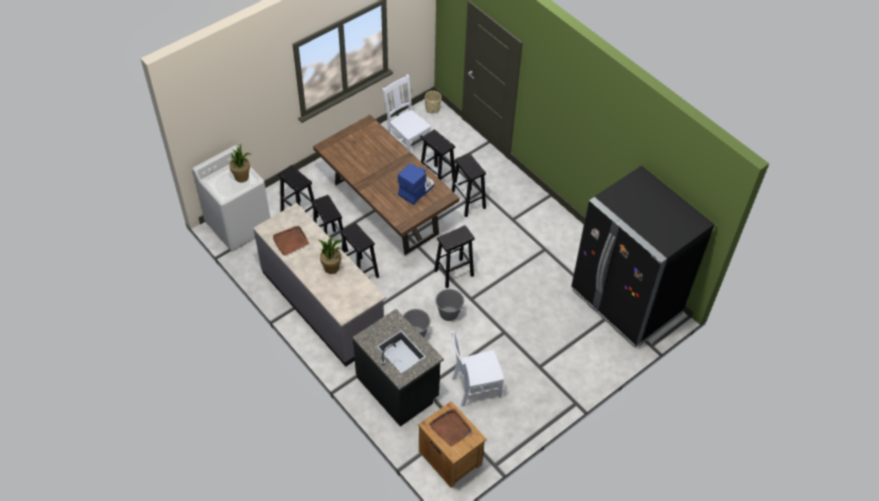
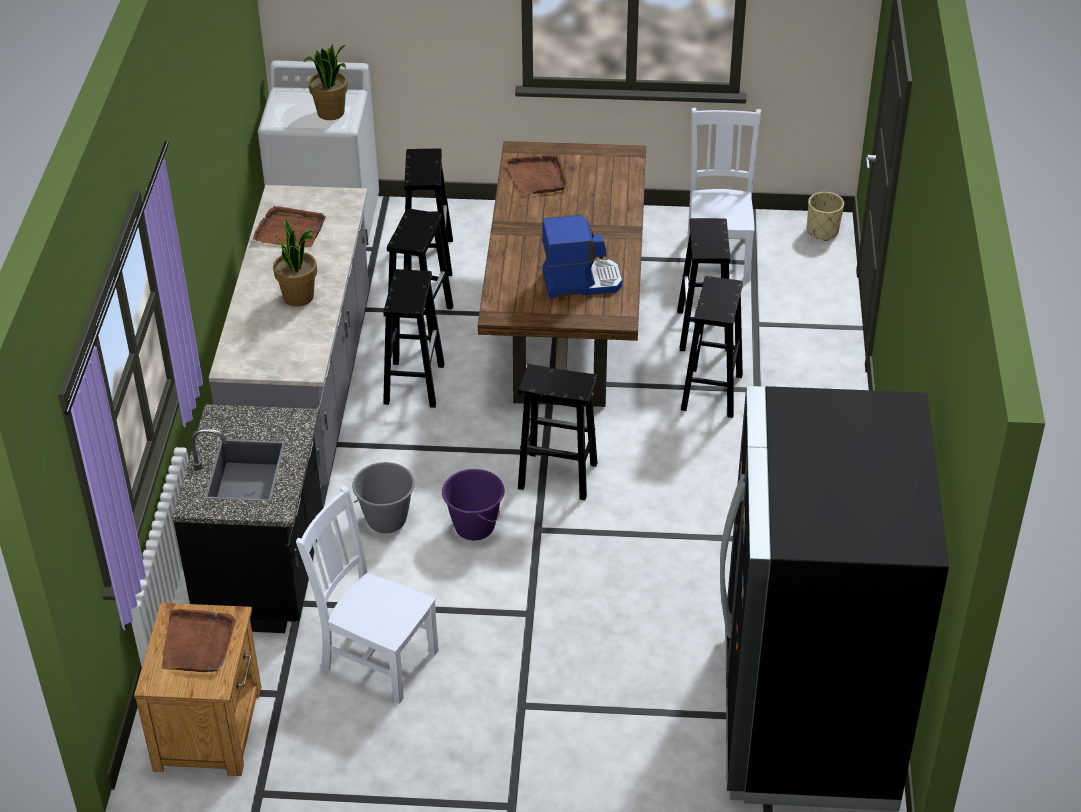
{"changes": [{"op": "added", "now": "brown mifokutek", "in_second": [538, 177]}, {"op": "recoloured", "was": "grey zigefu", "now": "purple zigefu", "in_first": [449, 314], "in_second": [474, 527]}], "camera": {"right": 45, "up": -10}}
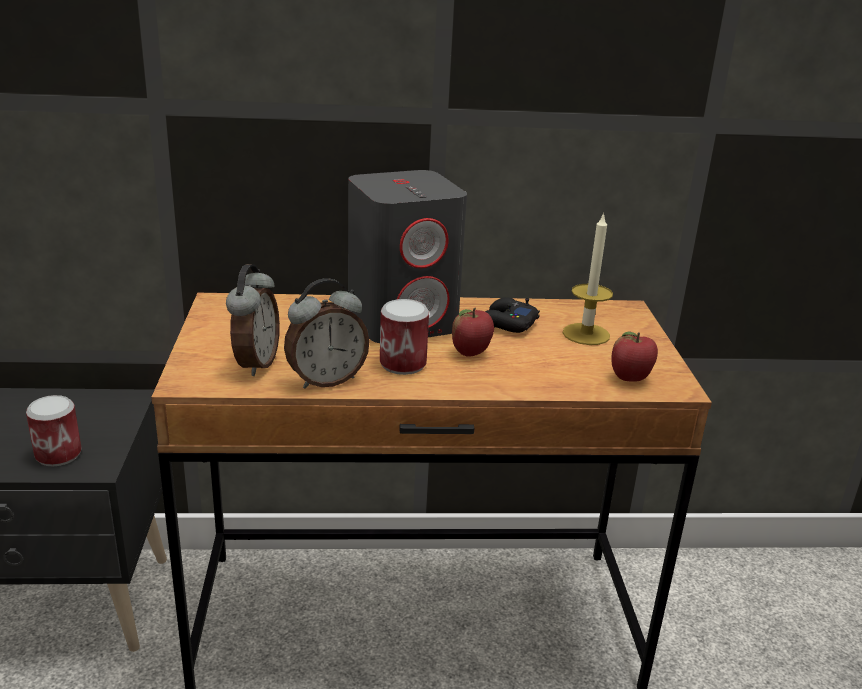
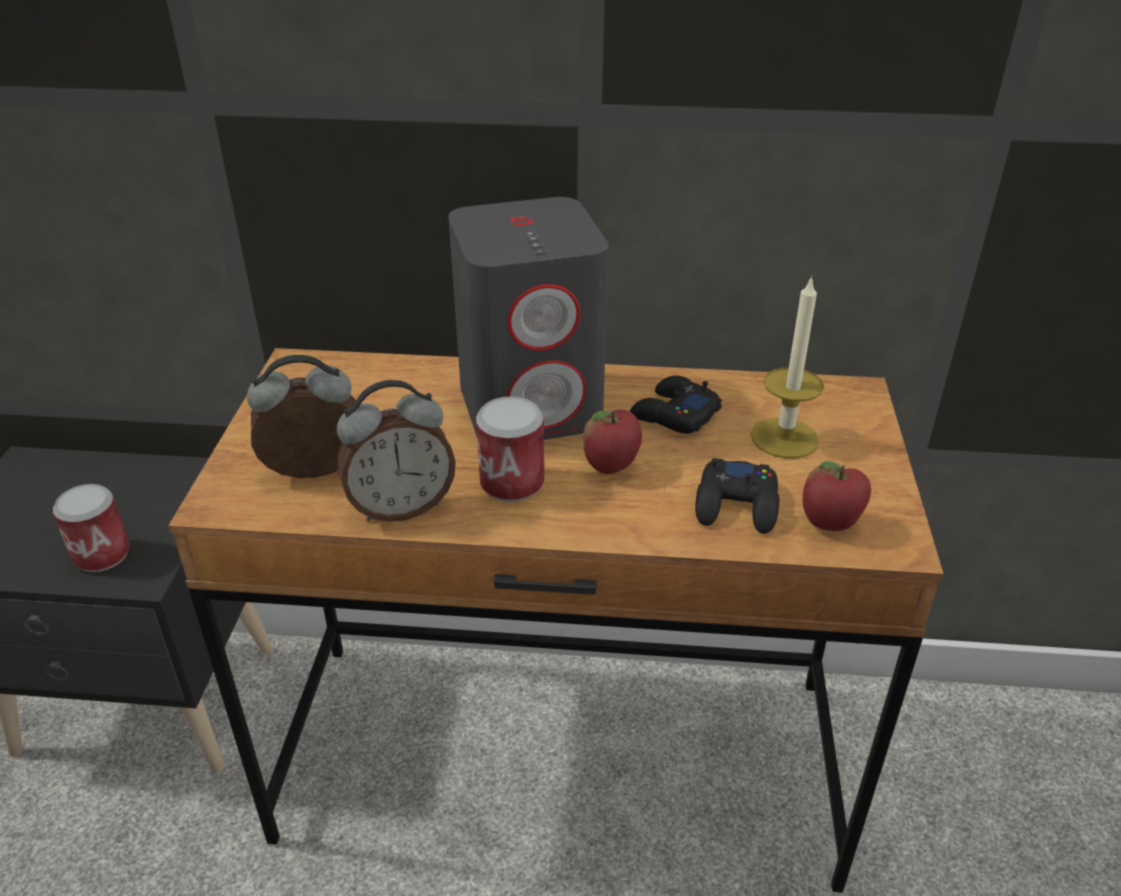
{"changes": [{"op": "added", "now": "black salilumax", "in_second": [737, 505]}, {"op": "turned", "was": "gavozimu", "in_first": [255, 363], "in_second": [315, 474], "clockwise": -120}], "camera": {"right": 10, "up": 10}}
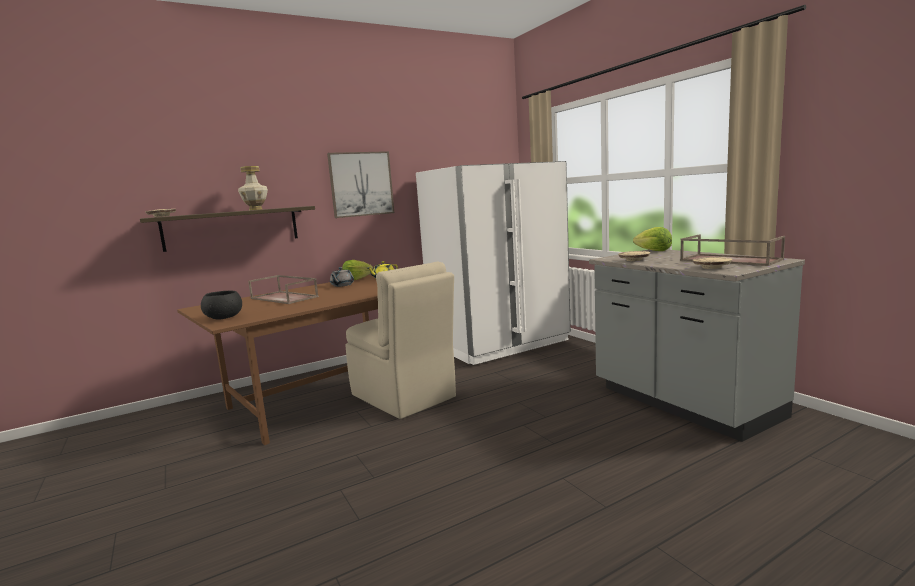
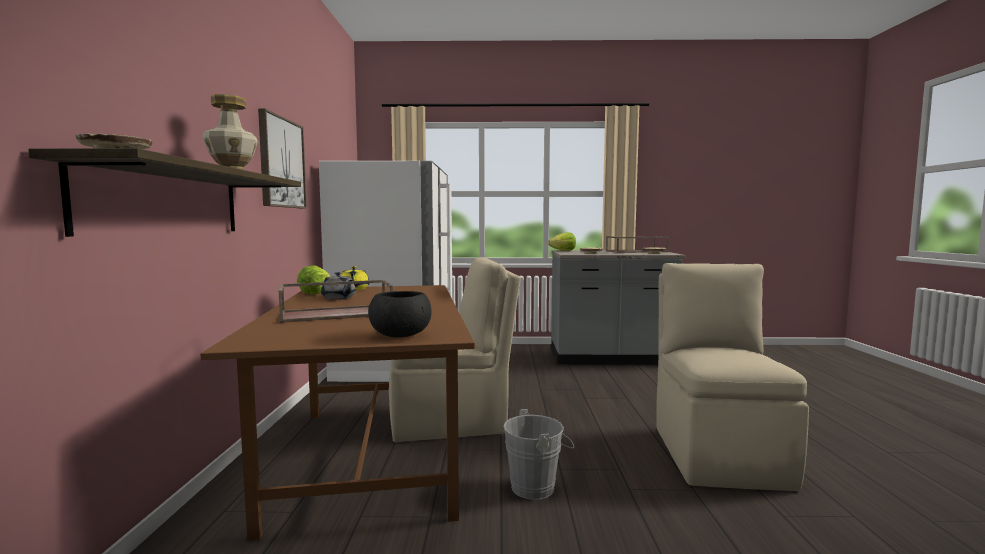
{"changes": [{"op": "added", "now": "grey zigefu", "in_second": [537, 487]}, {"op": "added", "now": "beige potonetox", "in_second": [718, 454]}], "camera": {"right": -60, "up": -5}}
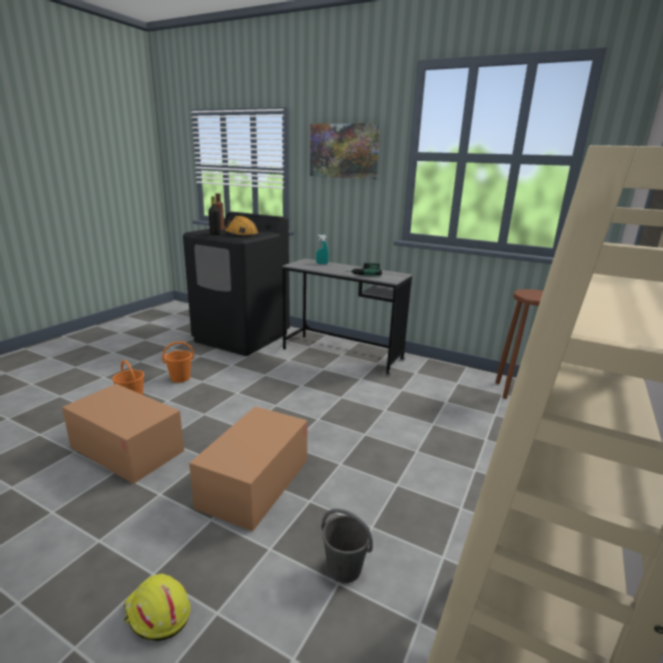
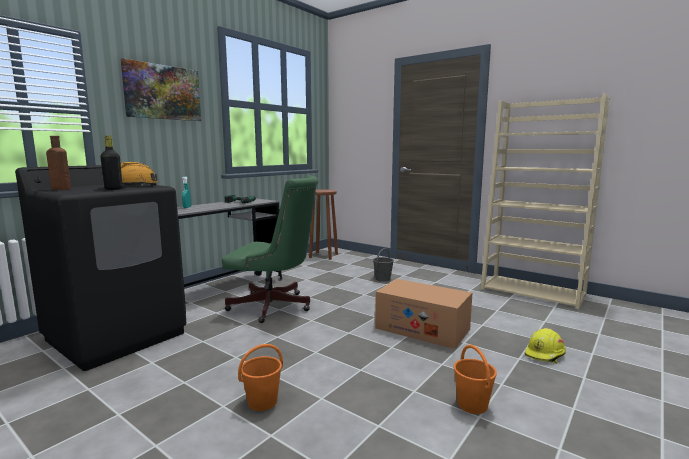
{"changes": [{"op": "removed", "was": "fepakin", "in_first": [127, 449]}, {"op": "added", "now": "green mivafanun", "in_second": [275, 307]}, {"op": "moved", "was": "orange zigefu", "in_first": [180, 378], "in_second": [472, 405]}, {"op": "moved", "was": "grey zigefu", "in_first": [343, 568], "in_second": [382, 279]}], "camera": {"right": -80, "up": -10}}
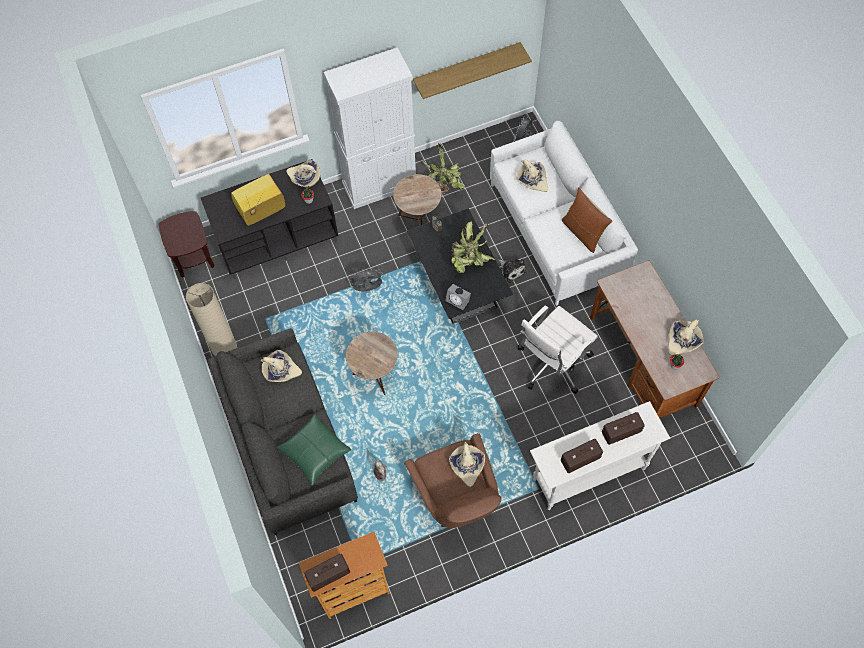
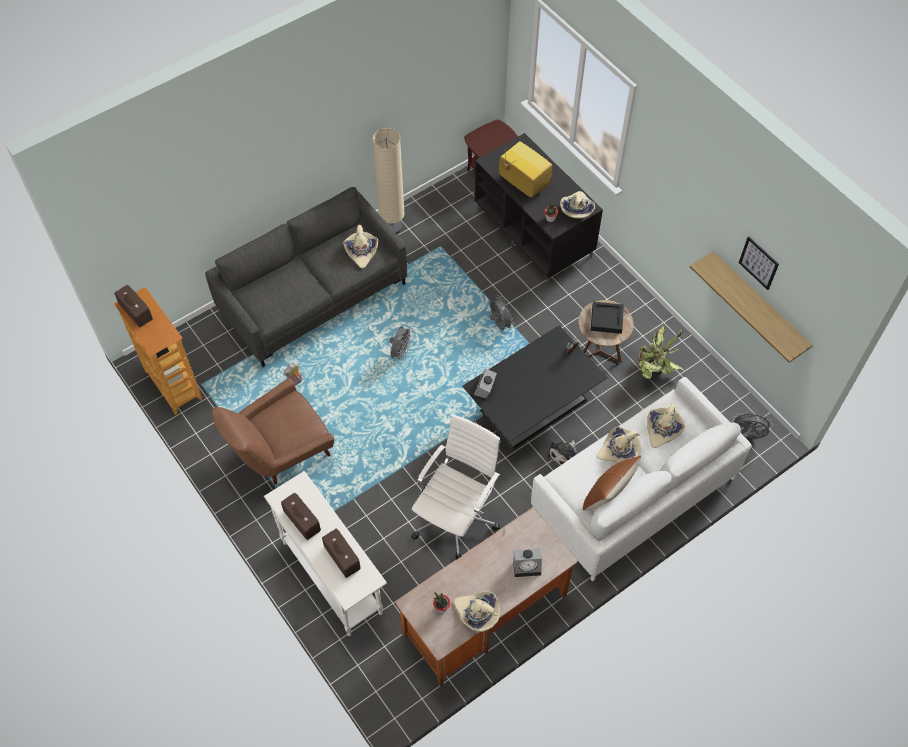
{"changes": [{"op": "removed", "was": "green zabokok", "in_first": [314, 451]}, {"op": "removed", "was": "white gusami", "in_first": [380, 184]}, {"op": "removed", "was": "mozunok", "in_first": [469, 261]}, {"op": "added", "now": "gavozimu", "in_second": [527, 566]}, {"op": "added", "now": "black mifokutek", "in_second": [606, 319]}, {"op": "added", "now": "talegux", "in_second": [758, 263]}, {"op": "moved", "was": "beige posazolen", "in_first": [467, 465], "in_second": [619, 450]}, {"op": "replaced", "was": "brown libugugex", "now": "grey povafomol", "in_first": [375, 375], "in_second": [401, 352]}, {"op": "turned", "was": "white mivafanun", "in_first": [552, 364], "in_second": [456, 517], "clockwise": 90}], "camera": {"right": 75, "up": -5}}
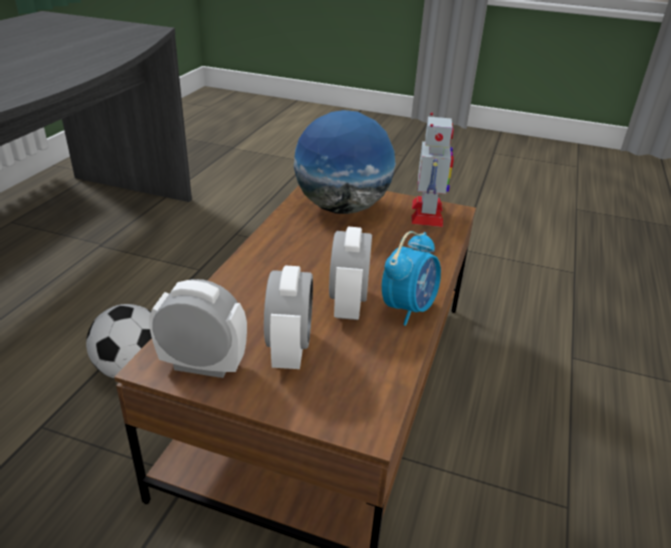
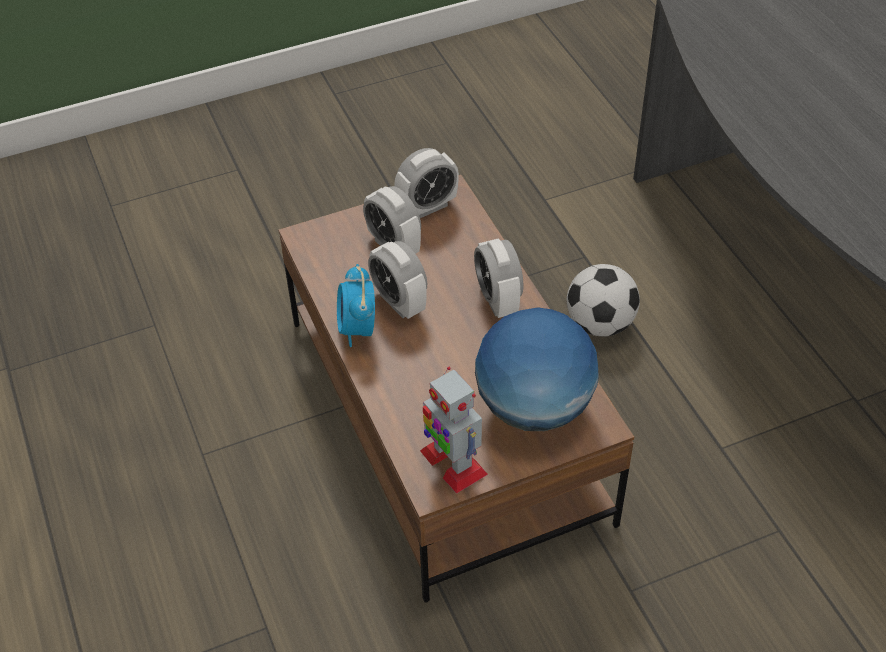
{"changes": [{"op": "added", "now": "gavozimu", "in_second": [497, 300]}], "camera": {"right": 140, "up": 15}}
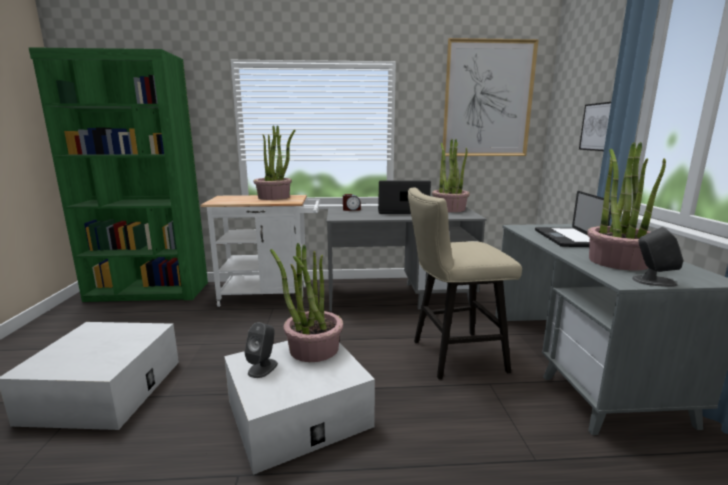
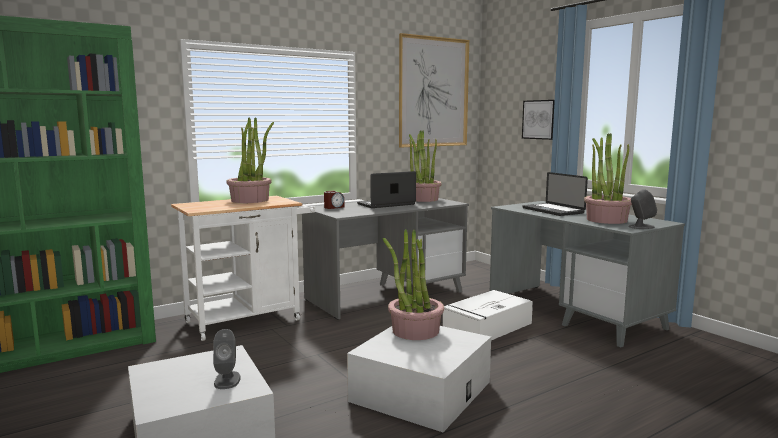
{"changes": [{"op": "moved", "was": "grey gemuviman", "in_first": [263, 368], "in_second": [227, 380]}, {"op": "replaced", "was": "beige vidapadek", "now": "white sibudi", "in_first": [451, 356], "in_second": [486, 327]}], "camera": {"right": -30, "up": -5}}
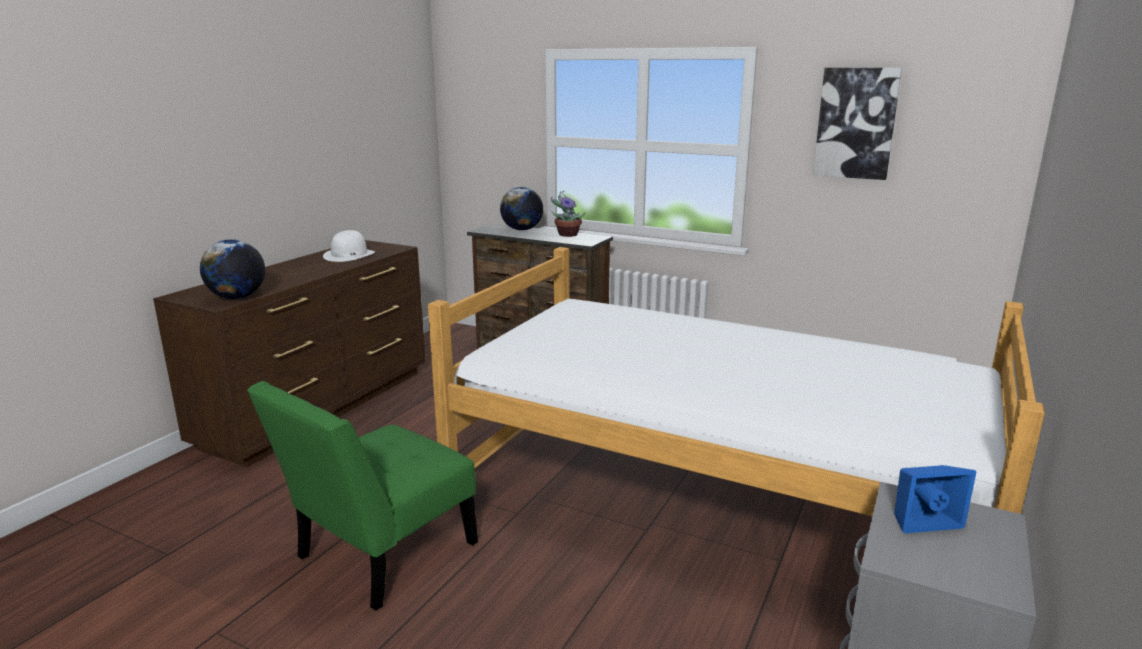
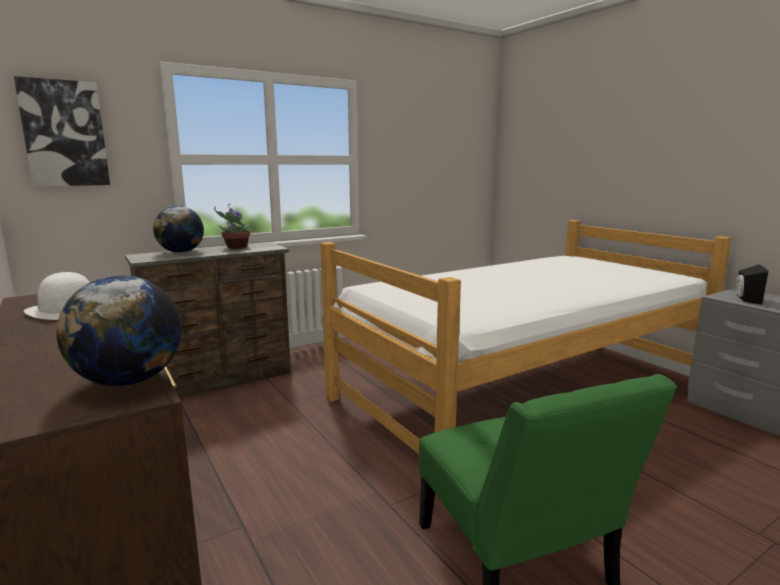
{"changes": [{"op": "moved", "was": "talegux", "in_first": [856, 123], "in_second": [64, 134]}, {"op": "recoloured", "was": "blue gemuviman", "now": "black gemuviman", "in_first": [922, 520], "in_second": [746, 299]}], "camera": {"right": -60, "up": -5}}
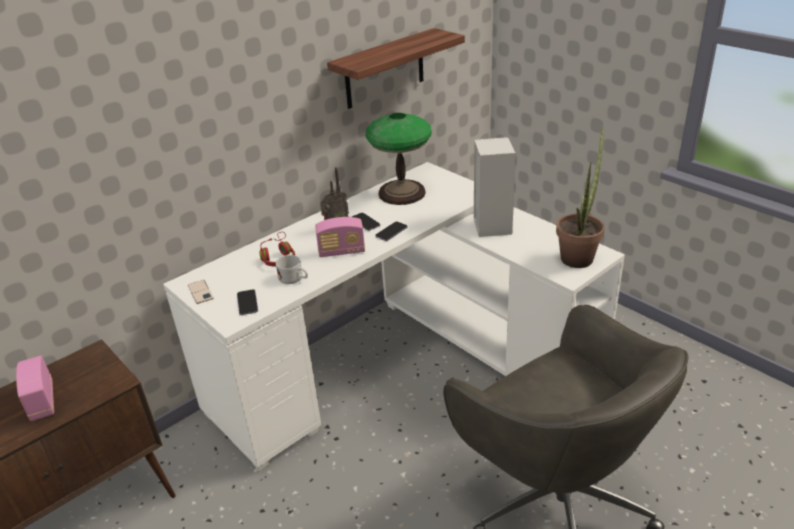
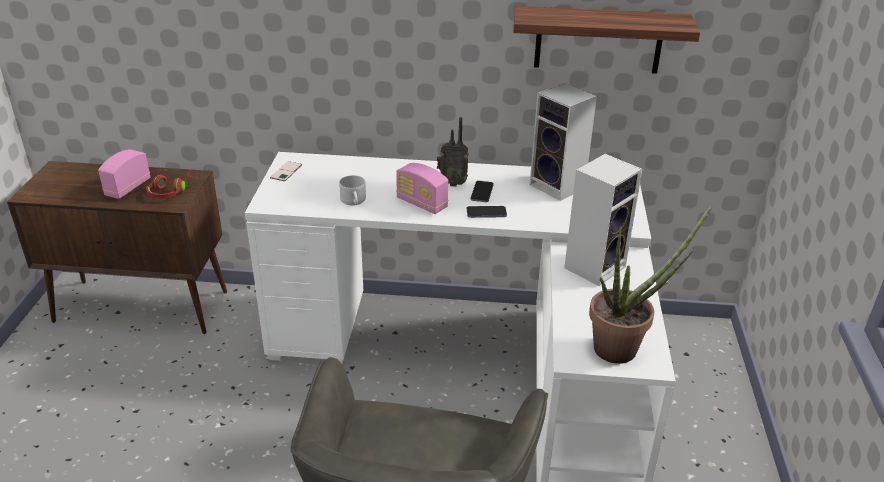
{"changes": [{"op": "removed", "was": "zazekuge", "in_first": [247, 303]}, {"op": "moved", "was": "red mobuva", "in_first": [278, 257], "in_second": [171, 191]}, {"op": "replaced", "was": "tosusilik", "now": "gemuviman", "in_first": [402, 193], "in_second": [559, 187]}], "camera": {"right": 45, "up": 0}}
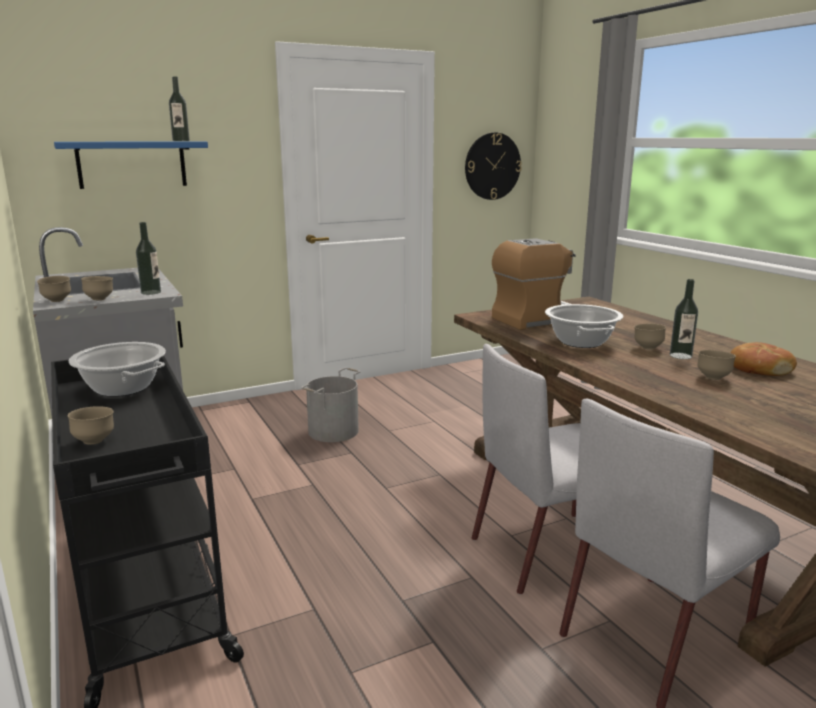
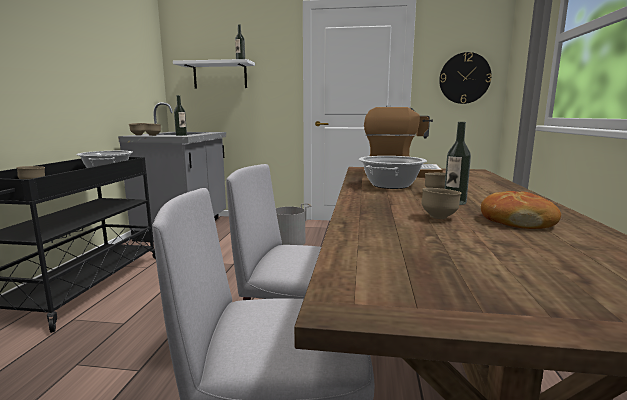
{"changes": [{"op": "recoloured", "was": "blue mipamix", "now": "white mipamix", "in_first": [132, 164], "in_second": [220, 75]}], "camera": {"right": 35, "up": -5}}
